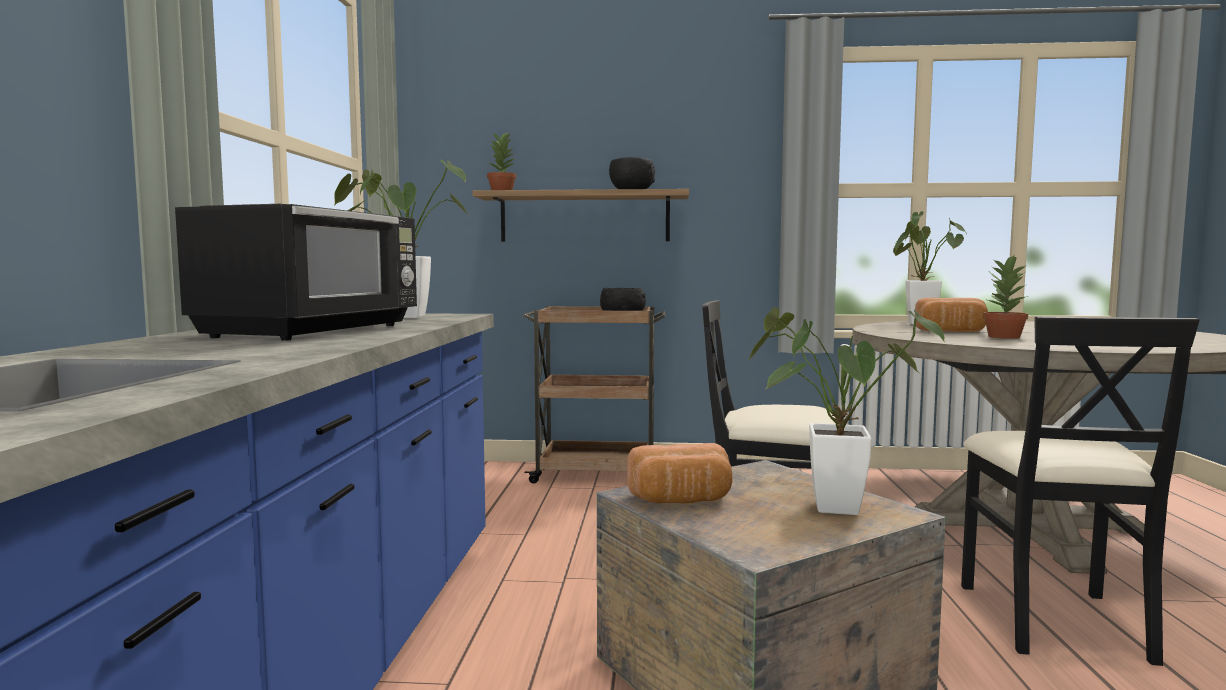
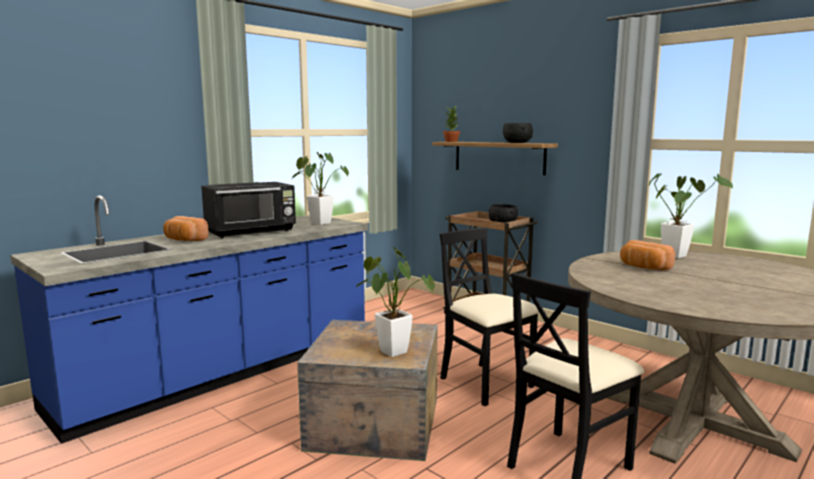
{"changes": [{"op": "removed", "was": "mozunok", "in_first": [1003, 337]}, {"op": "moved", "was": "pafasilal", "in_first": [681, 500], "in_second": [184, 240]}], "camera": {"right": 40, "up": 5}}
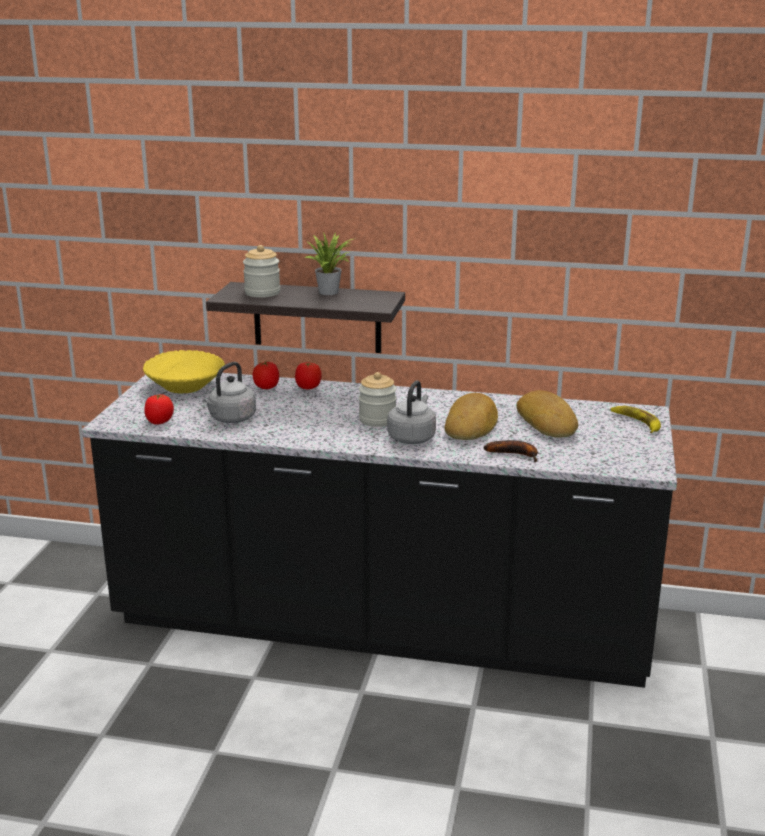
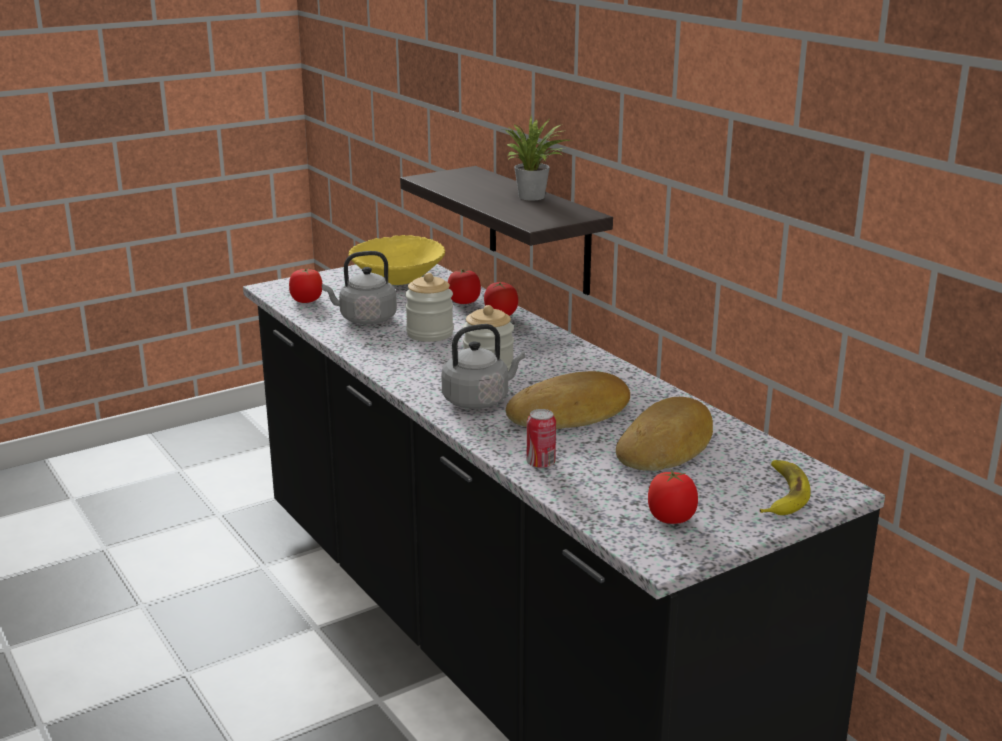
{"changes": [{"op": "added", "now": "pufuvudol", "in_second": [671, 519]}, {"op": "moved", "was": "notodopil", "in_first": [262, 293], "in_second": [430, 334]}, {"op": "replaced", "was": "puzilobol", "now": "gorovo", "in_first": [515, 454], "in_second": [540, 463]}], "camera": {"right": 45, "up": 0}}
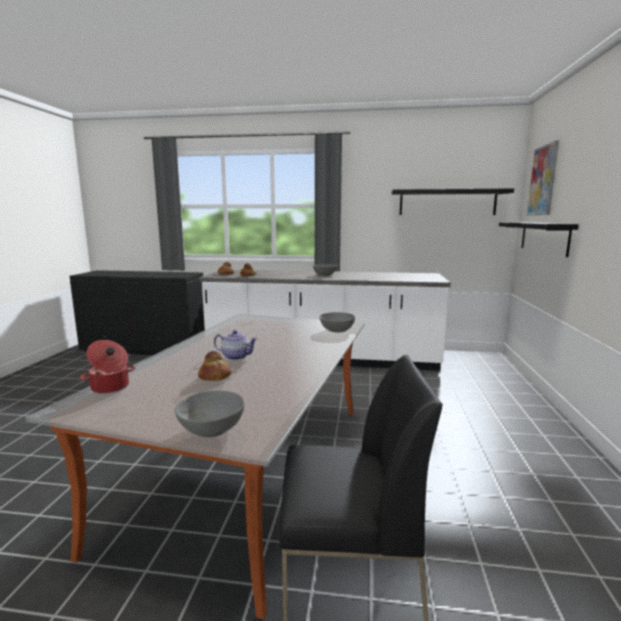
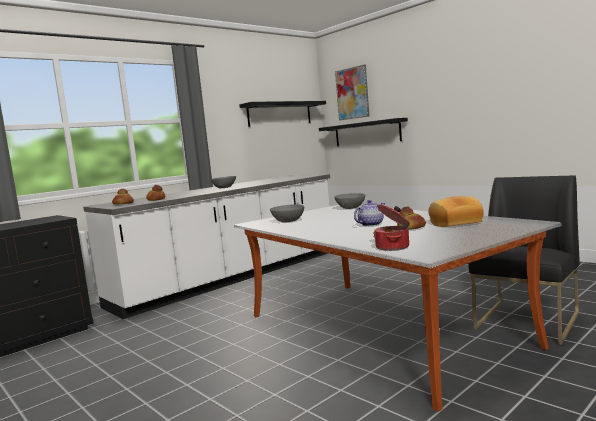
{"changes": [{"op": "added", "now": "pafasilal", "in_second": [455, 223]}, {"op": "moved", "was": "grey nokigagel", "in_first": [211, 430], "in_second": [288, 221]}], "camera": {"right": -50, "up": -5}}
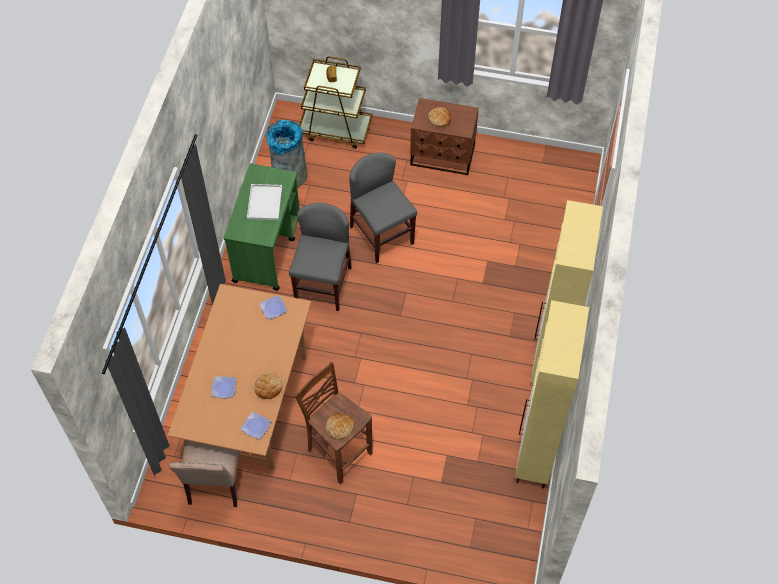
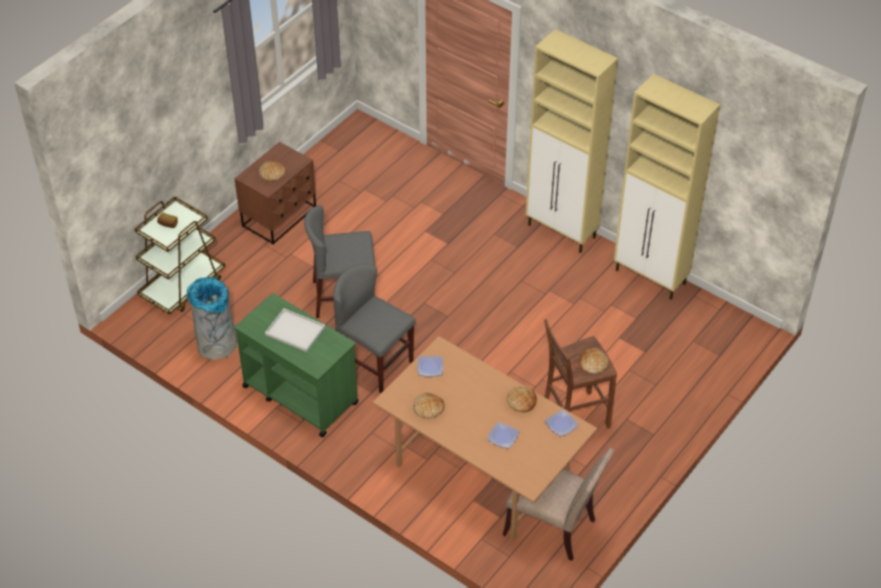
{"changes": [{"op": "added", "now": "pafasilal", "in_second": [428, 407]}], "camera": {"right": -65, "up": -10}}
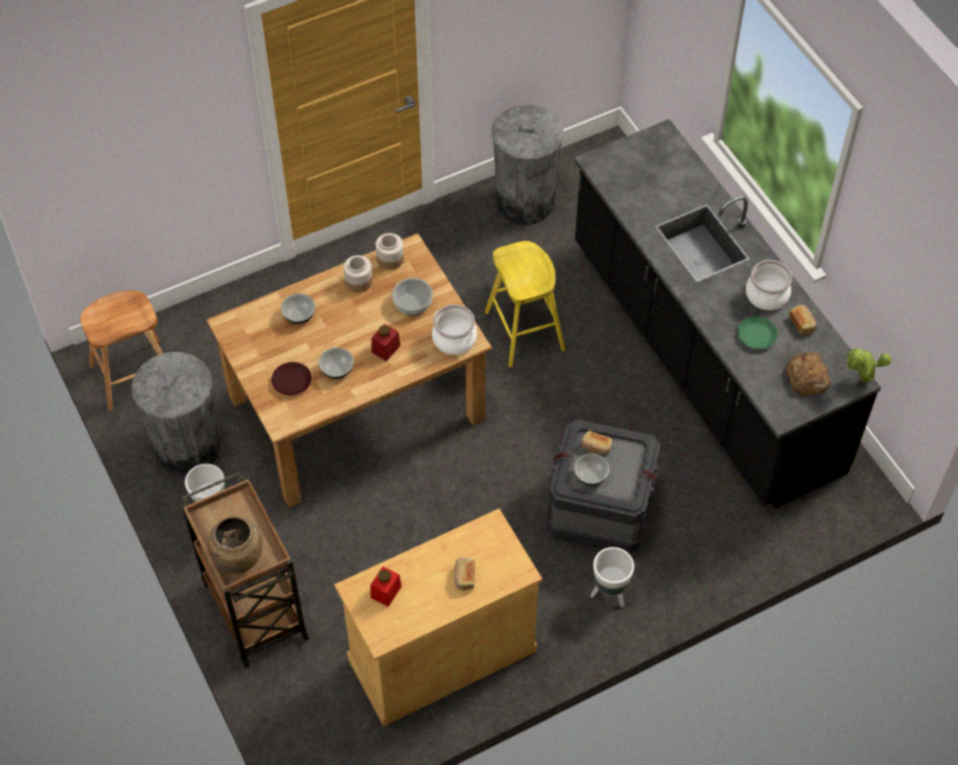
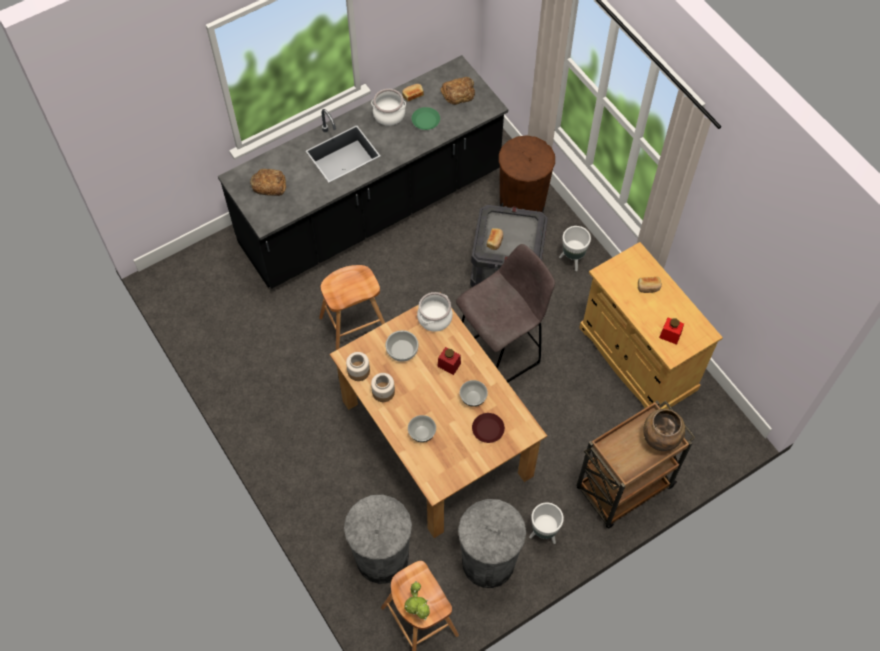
{"changes": [{"op": "removed", "was": "nokigagel", "in_first": [591, 475]}, {"op": "added", "now": "pafasilal", "in_second": [269, 185]}, {"op": "added", "now": "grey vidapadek", "in_second": [501, 354]}, {"op": "added", "now": "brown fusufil", "in_second": [521, 207]}, {"op": "moved", "was": "grey fusufil", "in_first": [525, 202], "in_second": [382, 557]}, {"op": "moved", "was": "mozunok", "in_first": [860, 380], "in_second": [418, 610]}, {"op": "recoloured", "was": "yellow vidapadek", "now": "brown vidapadek", "in_first": [524, 330], "in_second": [353, 325]}], "camera": {"right": -95, "up": 5}}
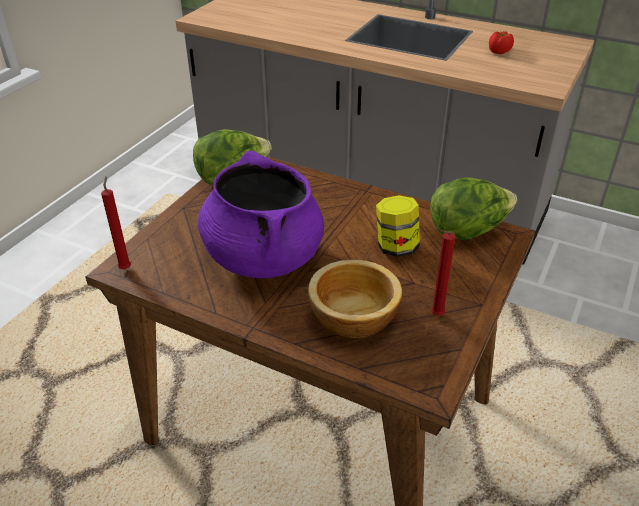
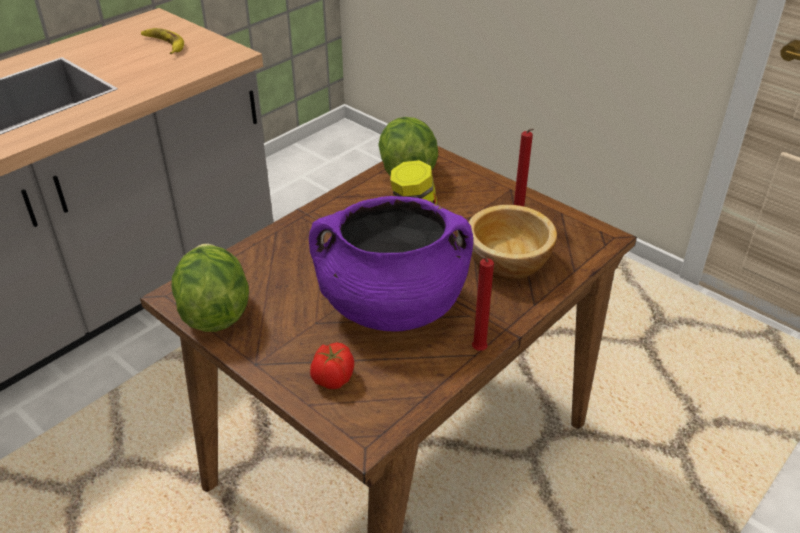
{"changes": [{"op": "added", "now": "puzilobol", "in_second": [164, 44]}, {"op": "moved", "was": "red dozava", "in_first": [126, 267], "in_second": [476, 349]}, {"op": "moved", "was": "pufuvudol", "in_first": [499, 52], "in_second": [332, 379]}], "camera": {"right": -75, "up": 0}}
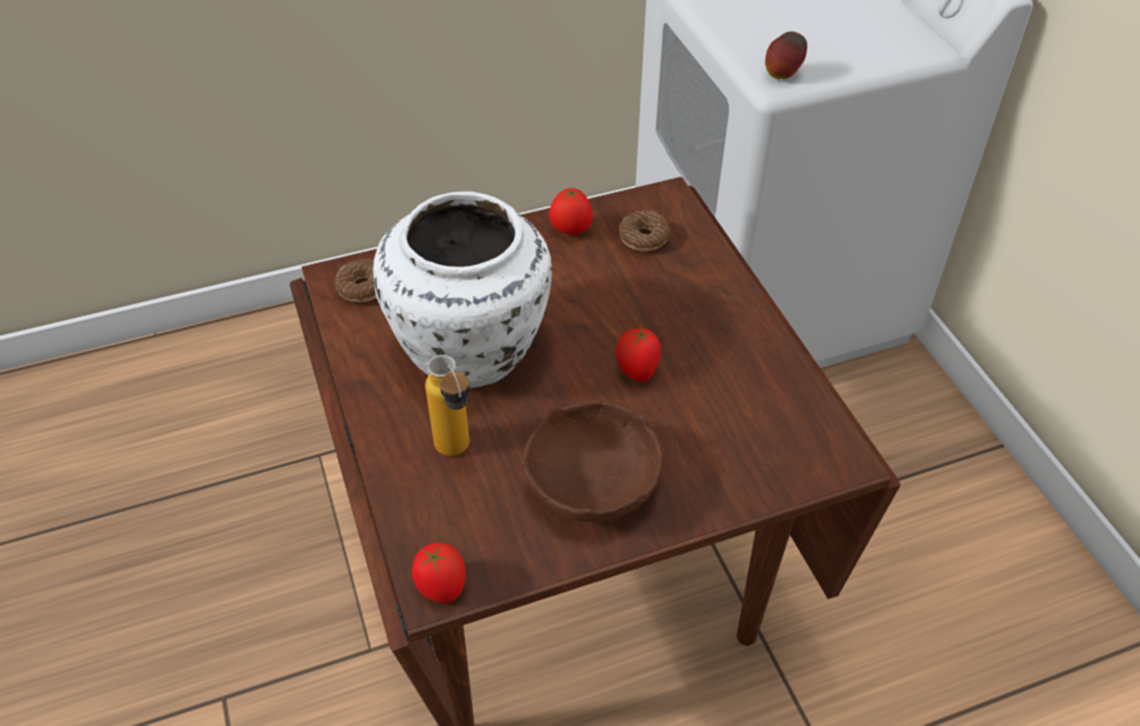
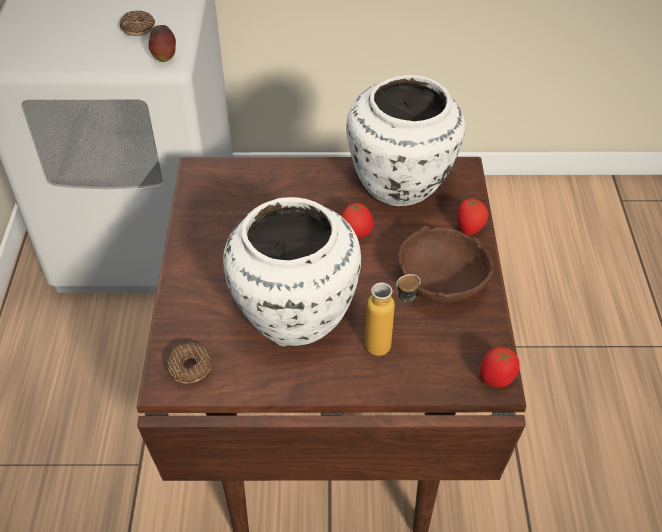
{"changes": [{"op": "added", "now": "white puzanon", "in_second": [402, 185]}, {"op": "moved", "was": "pufuvudol", "in_first": [570, 230], "in_second": [469, 229]}, {"op": "moved", "was": "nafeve", "in_first": [643, 237], "in_second": [138, 28]}], "camera": {"right": -70, "up": 0}}
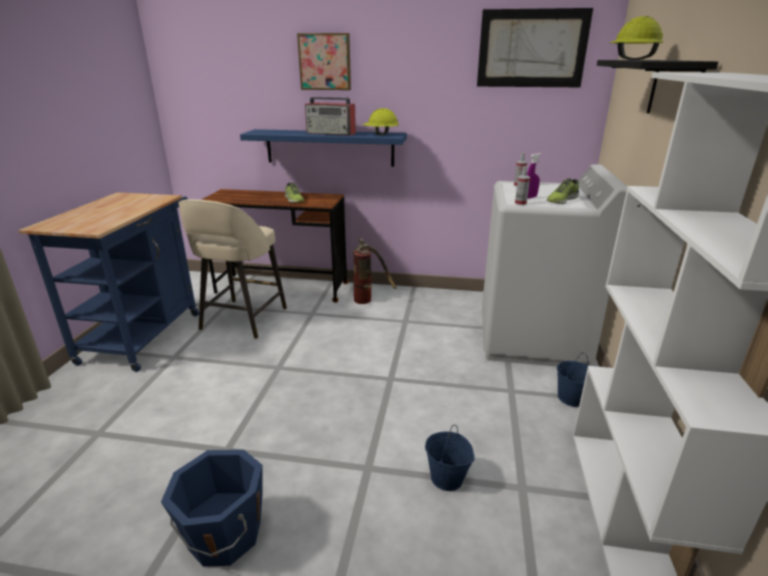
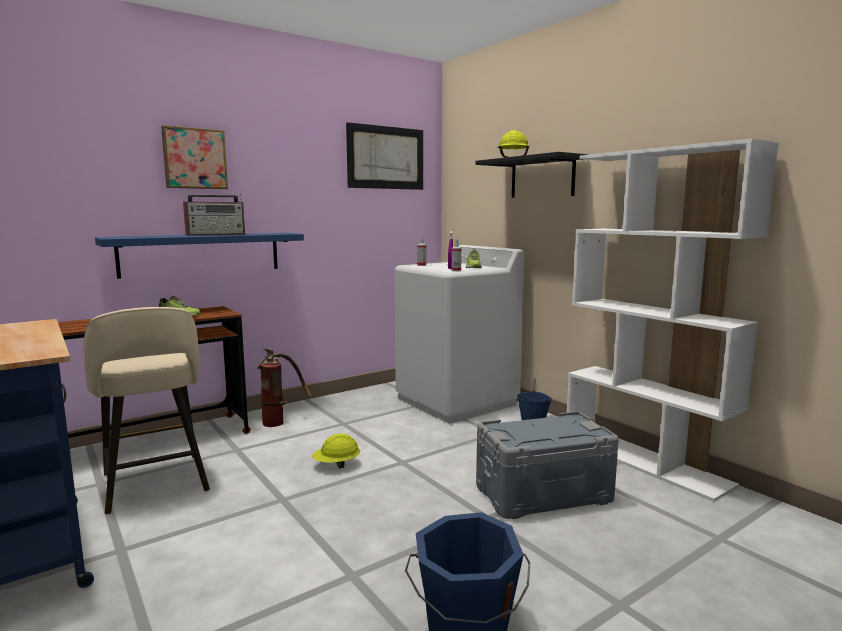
{"changes": [{"op": "moved", "was": "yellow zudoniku", "in_first": [380, 134], "in_second": [336, 465]}, {"op": "replaced", "was": "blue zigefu", "now": "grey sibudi", "in_first": [447, 478], "in_second": [543, 494]}], "camera": {"right": -45, "up": -15}}
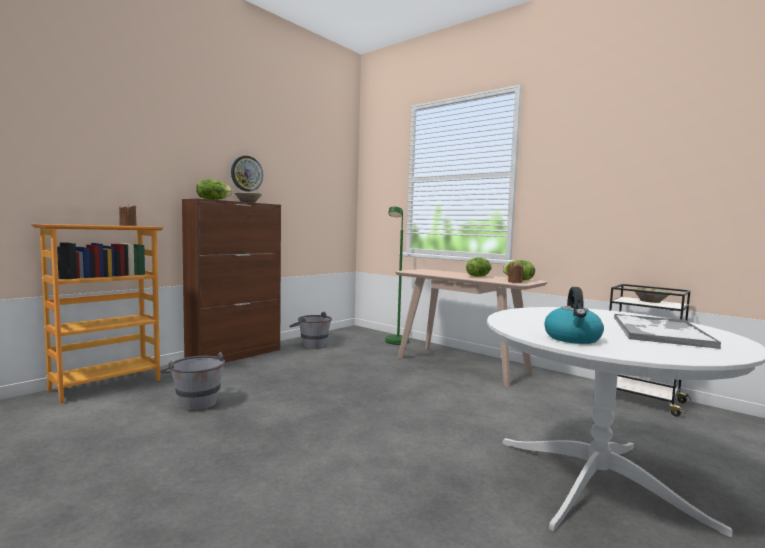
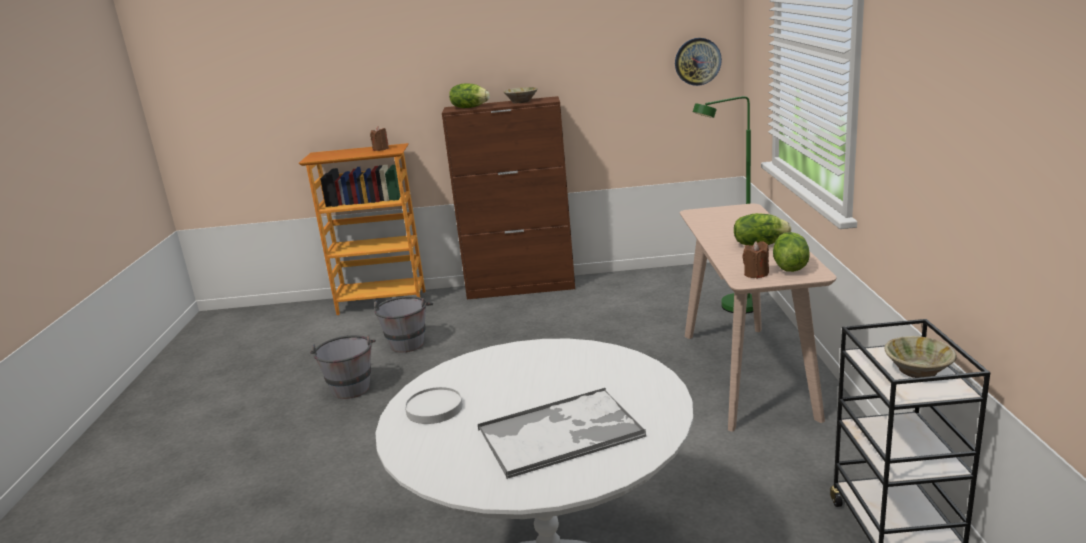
{"changes": [{"op": "moved", "was": "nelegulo", "in_first": [246, 173], "in_second": [697, 61]}, {"op": "moved", "was": "grey zigefu", "in_first": [310, 345], "in_second": [350, 385]}, {"op": "replaced", "was": "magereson", "now": "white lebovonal", "in_first": [573, 338], "in_second": [435, 408]}], "camera": {"right": 50, "up": 15}}
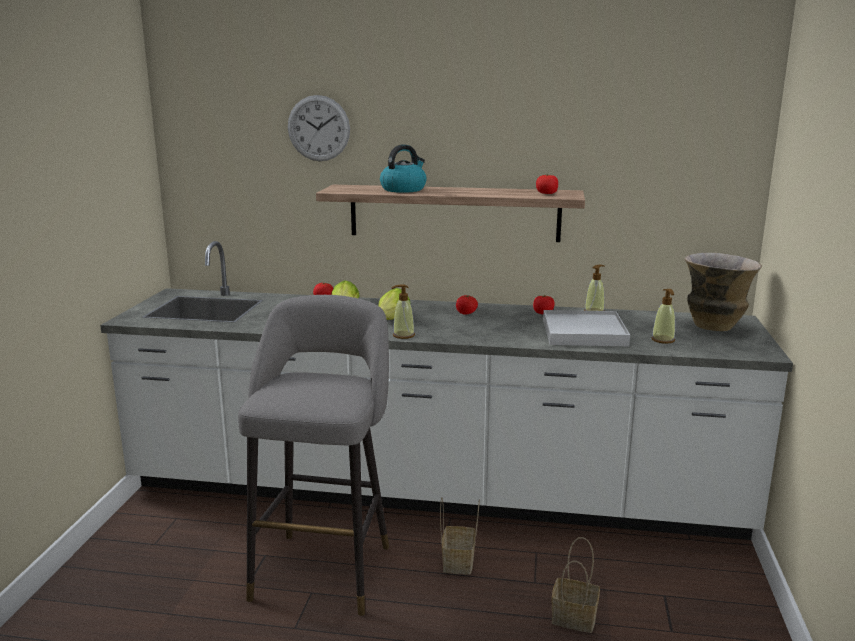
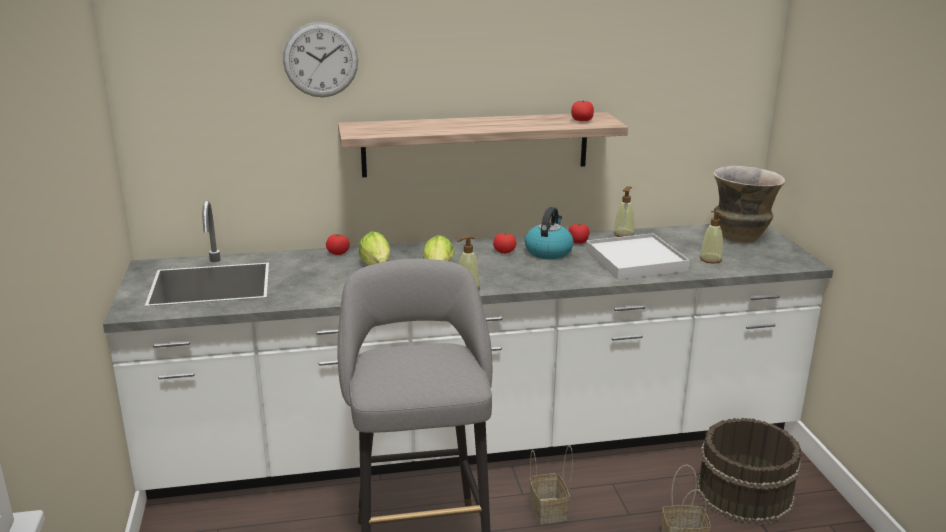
{"changes": [{"op": "added", "now": "brown zigefu", "in_second": [743, 492]}, {"op": "moved", "was": "magereson", "in_first": [403, 189], "in_second": [548, 251]}], "camera": {"right": -20, "up": 5}}
